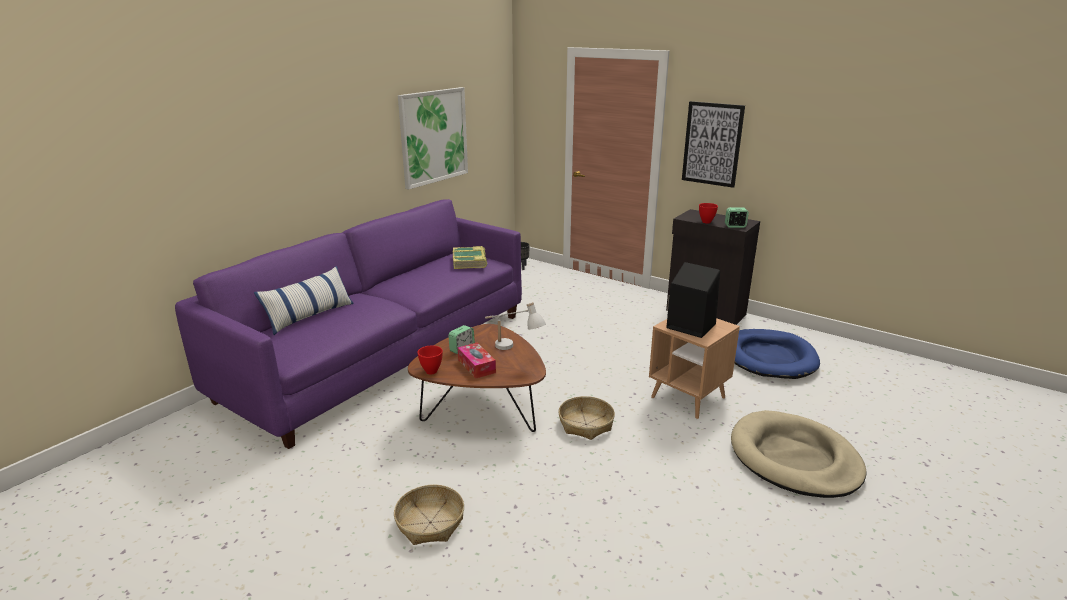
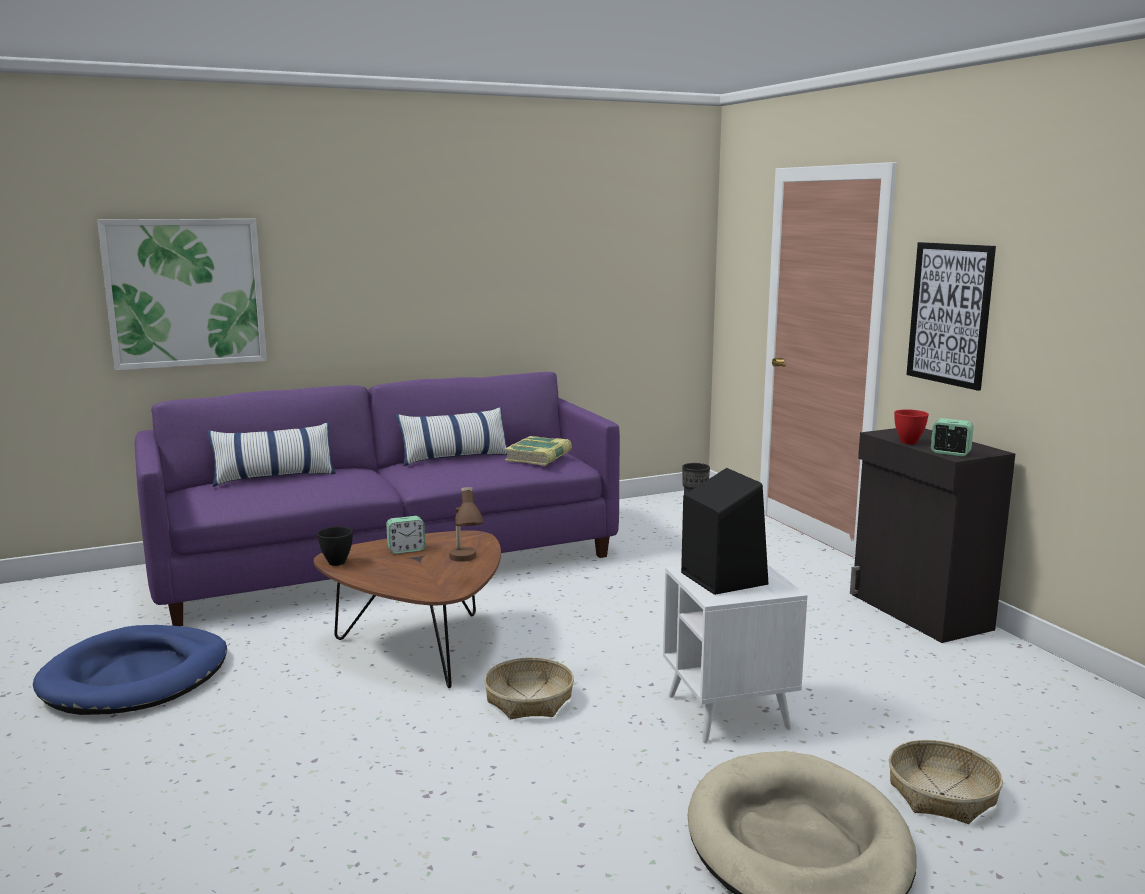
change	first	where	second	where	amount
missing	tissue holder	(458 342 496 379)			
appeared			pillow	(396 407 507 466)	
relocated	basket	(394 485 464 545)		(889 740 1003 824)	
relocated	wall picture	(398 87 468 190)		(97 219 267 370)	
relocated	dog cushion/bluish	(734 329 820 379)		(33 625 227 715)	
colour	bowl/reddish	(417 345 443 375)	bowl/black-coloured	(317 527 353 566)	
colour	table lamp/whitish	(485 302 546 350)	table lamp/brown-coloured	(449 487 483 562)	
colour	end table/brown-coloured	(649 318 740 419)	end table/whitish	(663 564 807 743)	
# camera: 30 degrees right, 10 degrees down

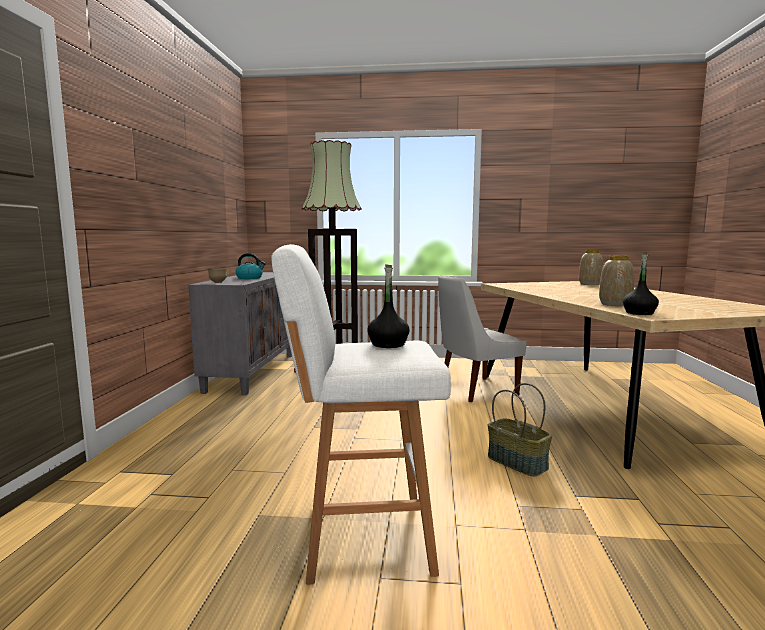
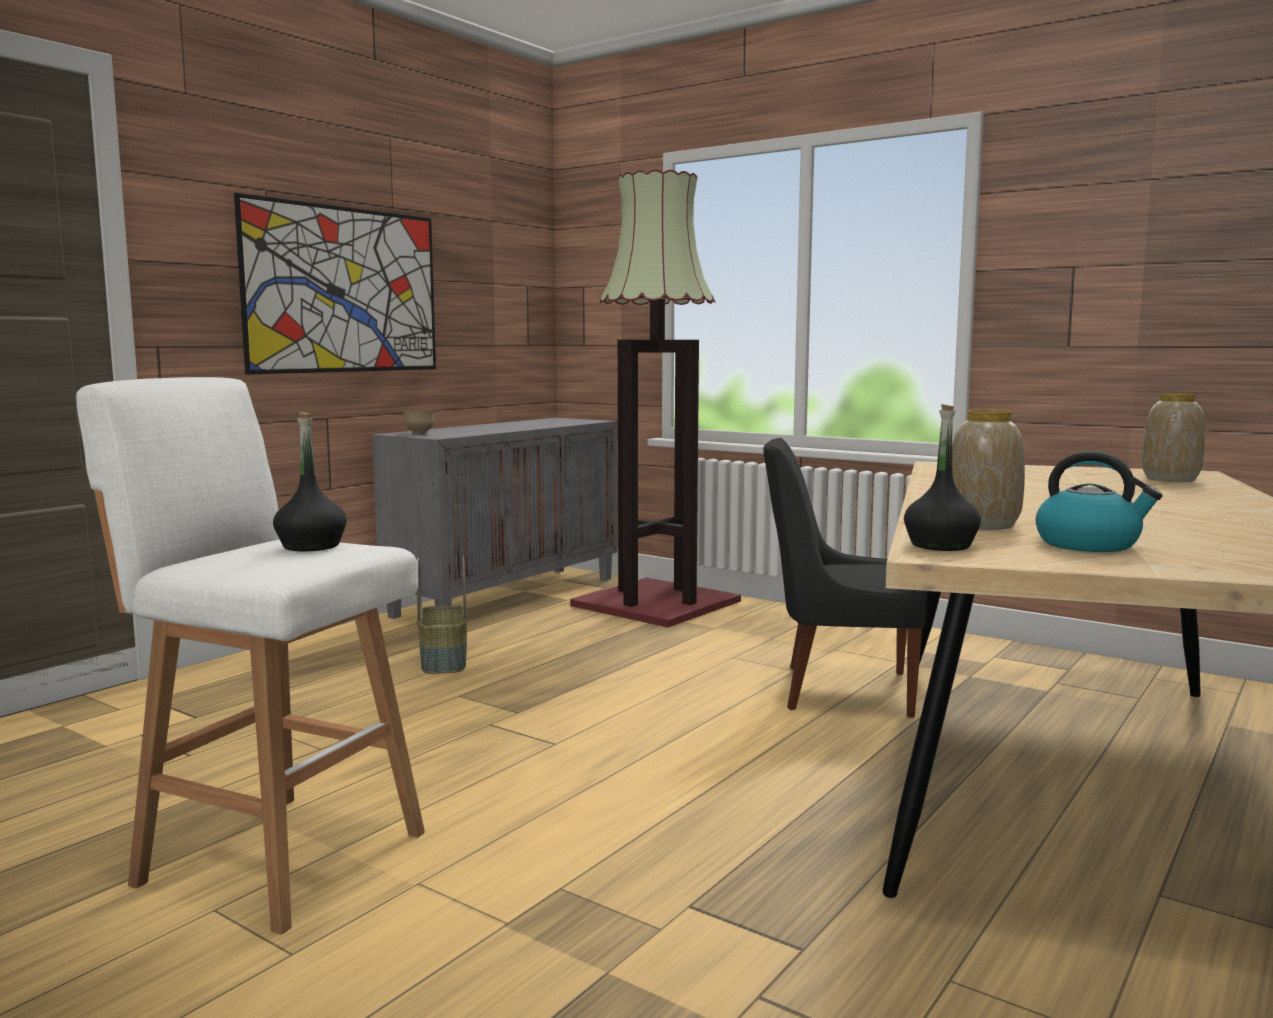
change	first	where	second	where	amount
appeared			wall picture	(234 193 436 375)	
relocated	kettle	(236 253 266 279)		(1036 451 1162 552)	
relocated	basket	(488 383 552 476)		(417 556 468 674)	
colour	plain chair/whitish	(438 275 527 402)	plain chair/black-coloured	(763 438 928 718)	
# camera: 30 degrees right, 0 degrees up

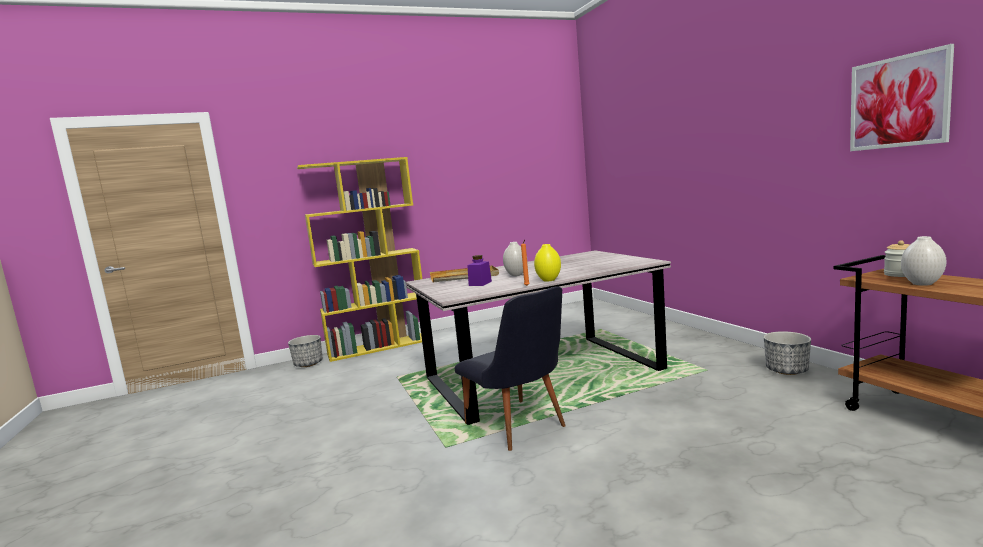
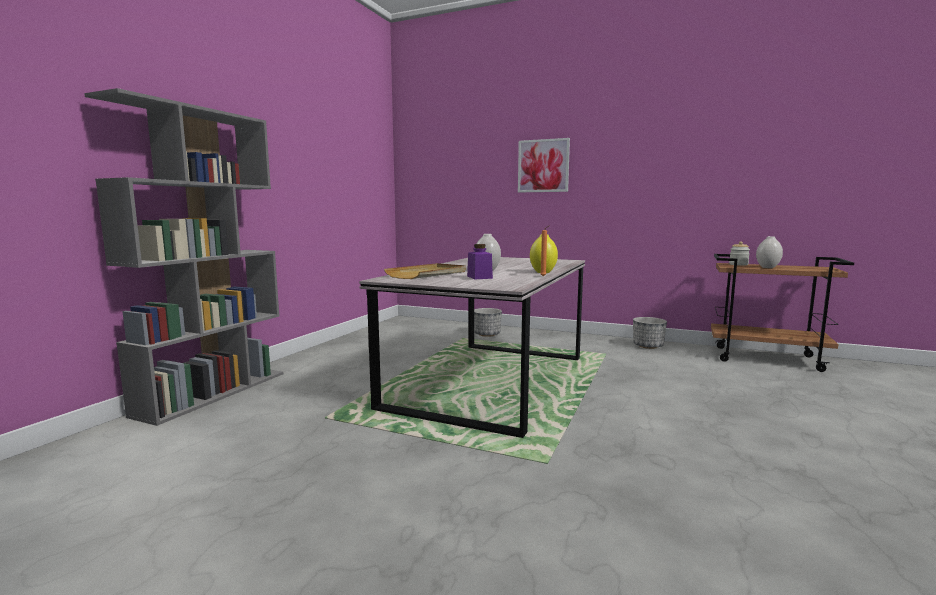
change	first	where	second	where	amount
missing	plain chair/black-coloured	(455 287 566 451)			
relocated	flower pot	(288 335 322 367)		(474 308 502 337)	
relocated	wall picture	(850 44 954 151)		(518 138 570 192)	
colour	bookcase/yellowish	(297 157 422 362)	bookcase/greyish	(84 88 283 426)	
# camera: 45 degrees left, 0 degrees up

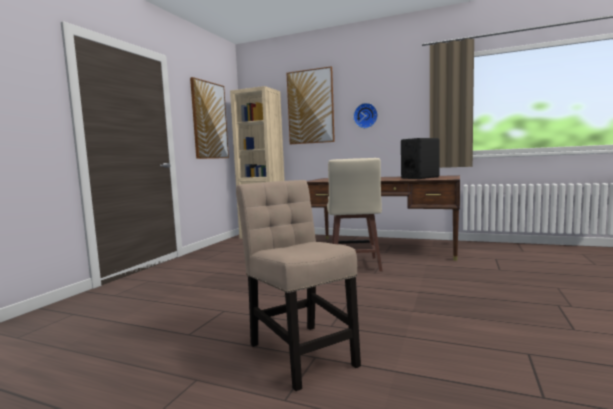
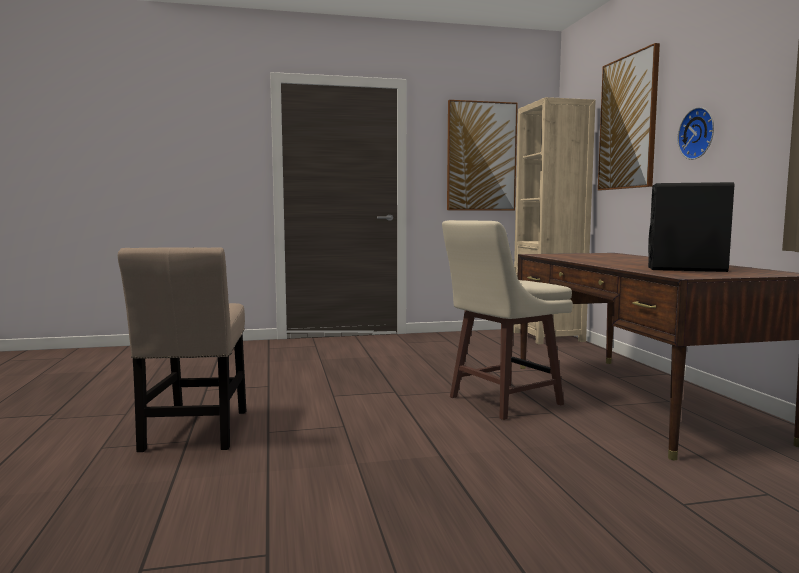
change	first	where	second	where	amount
spun	plain chair/beige-coloured	(236 180 361 391)		(118 247 246 452)	150 degrees clockwise
# camera: 55 degrees right, 0 degrees up

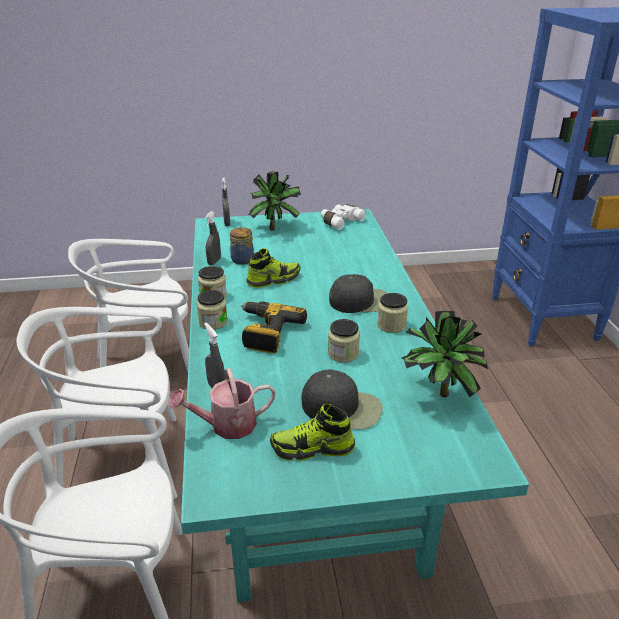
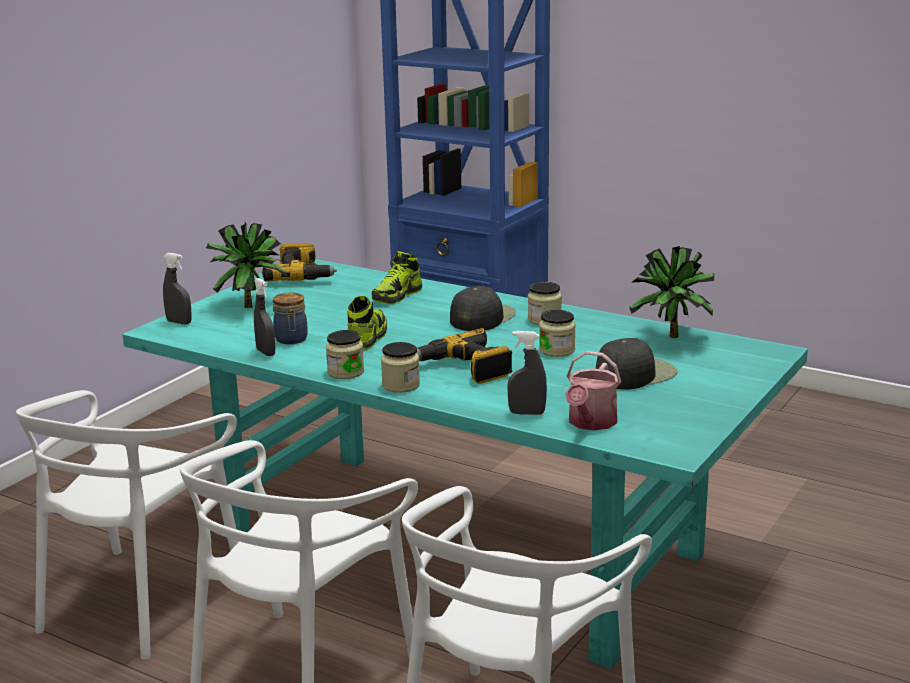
change	first	where	second	where	amount
relocated	item of footwear	(270 404 355 461)		(372 251 422 304)	
exchanged	field glasses/whitish	(321 204 366 230)	electric drill	(262 243 337 281)	
# camera: 50 degrees left, 10 degrees down

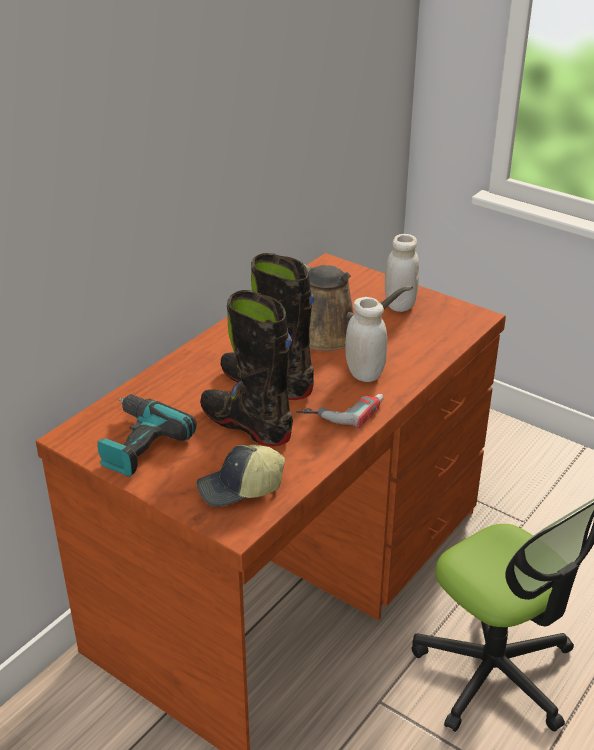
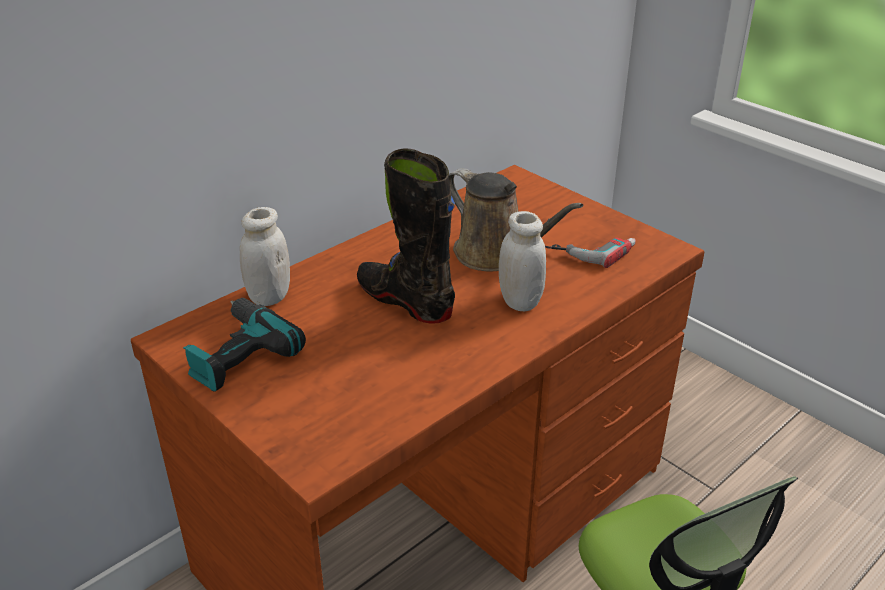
change	first	where	second	where	amount
missing	peaked cap	(197 444 285 507)			
missing	high-top boot/black-coloured	(200 290 293 447)			
relocated	electric drill	(296 394 383 428)		(545 238 636 268)	
relocated	jar/whitish	(385 234 419 312)		(240 207 290 306)	
# camera: 10 degrees right, 0 degrees up

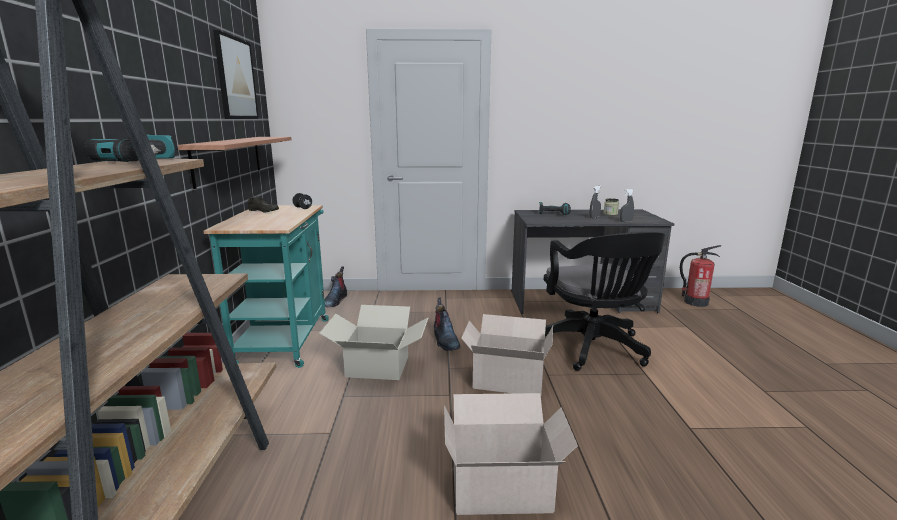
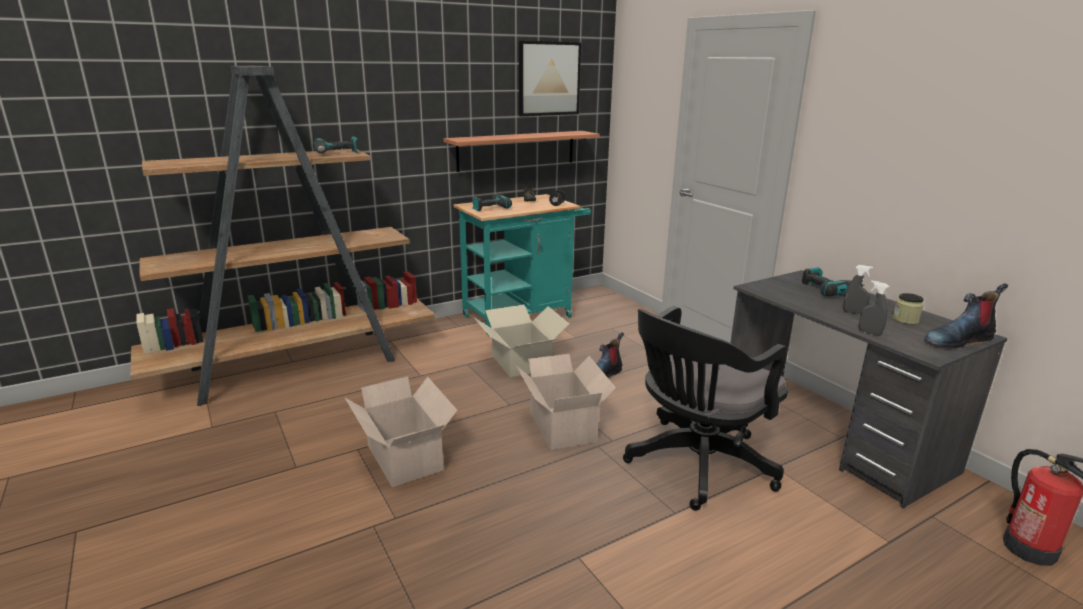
change	first	where	second	where	amount
appeared			electric drill	(472 194 512 211)	
relocated	high-top boot	(324 266 347 307)		(924 283 1008 348)	
# camera: 60 degrees right, 5 degrees up

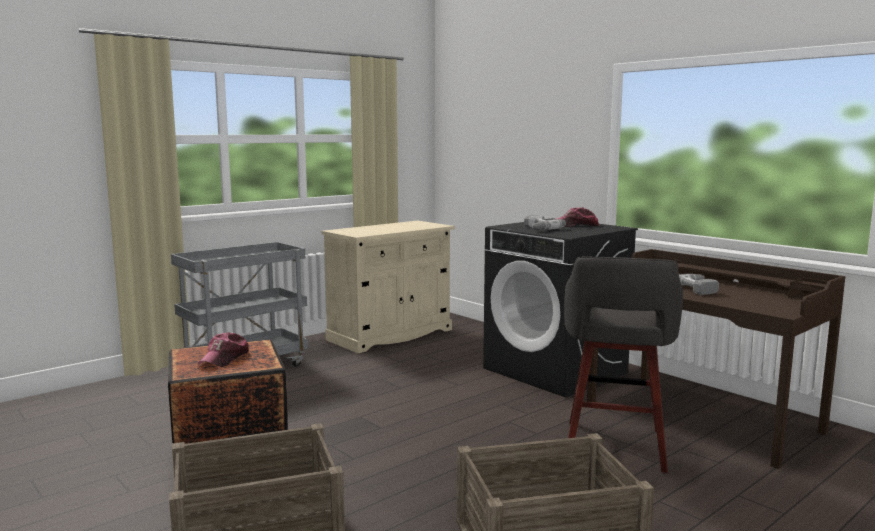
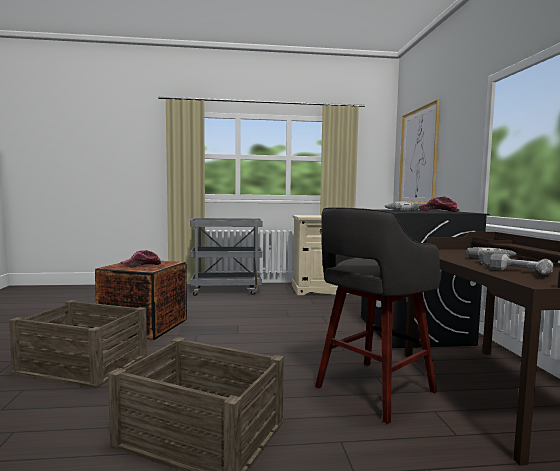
change	first	where	second	where	amount
appeared			wall picture	(399 99 440 205)	
appeared			electric drill	(490 253 553 275)	
# camera: 35 degrees right, 5 degrees down

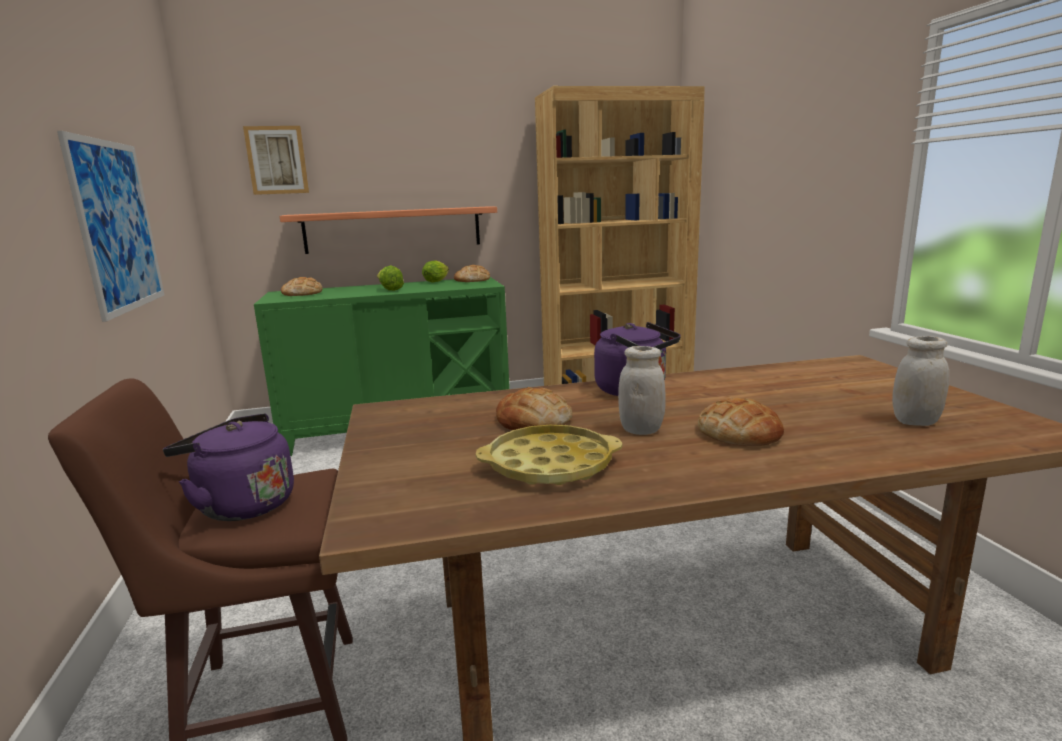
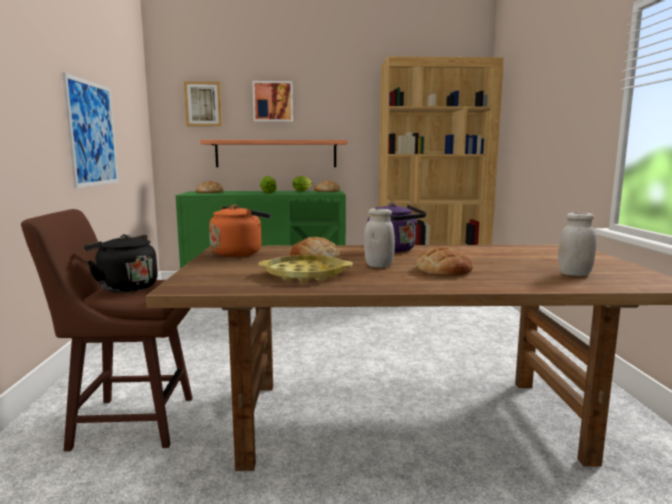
change	first	where	second	where	amount
appeared			kettle/orange	(209 205 271 257)	
appeared			wall picture	(252 81 293 122)	
colour	kettle/purplish	(163 414 294 521)	kettle/black-coloured	(84 234 158 293)	
# camera: 10 degrees right, 5 degrees down

